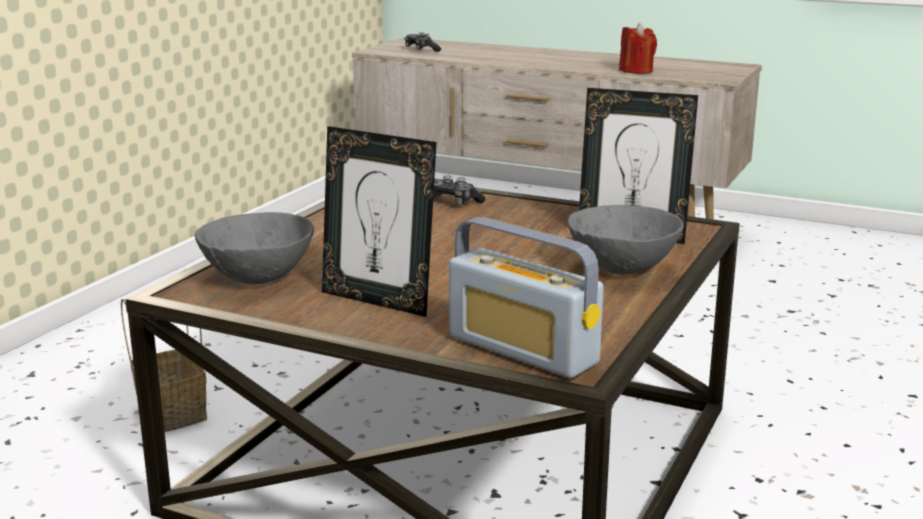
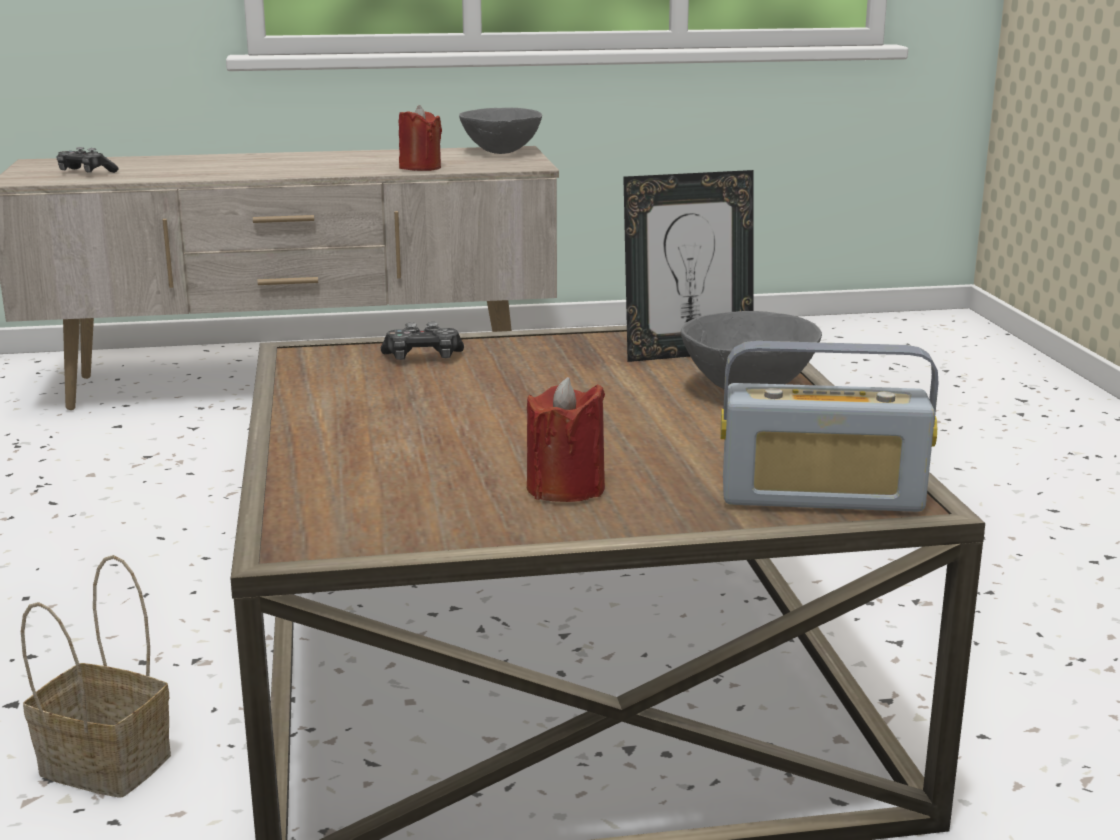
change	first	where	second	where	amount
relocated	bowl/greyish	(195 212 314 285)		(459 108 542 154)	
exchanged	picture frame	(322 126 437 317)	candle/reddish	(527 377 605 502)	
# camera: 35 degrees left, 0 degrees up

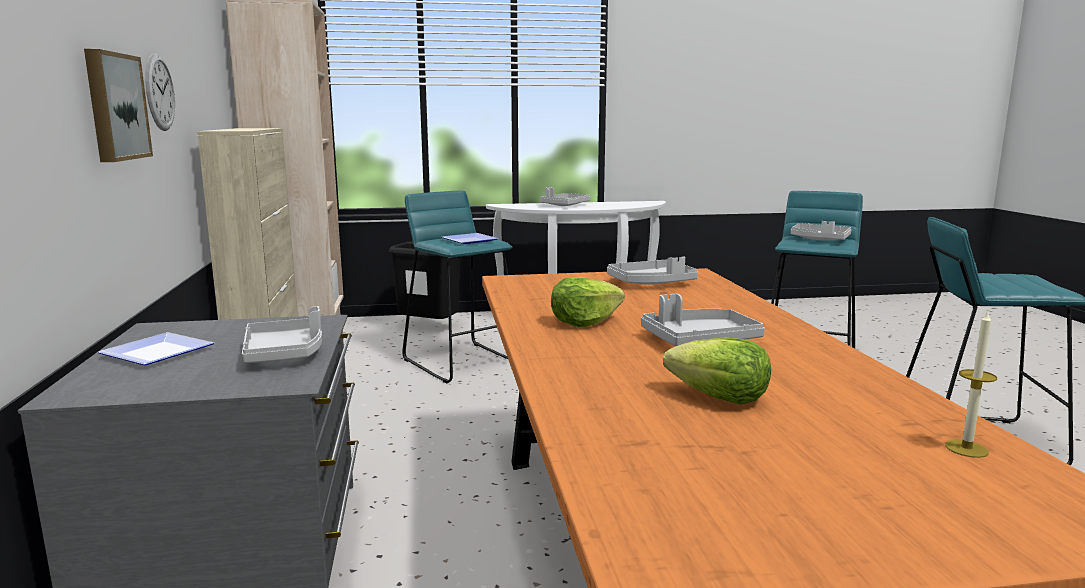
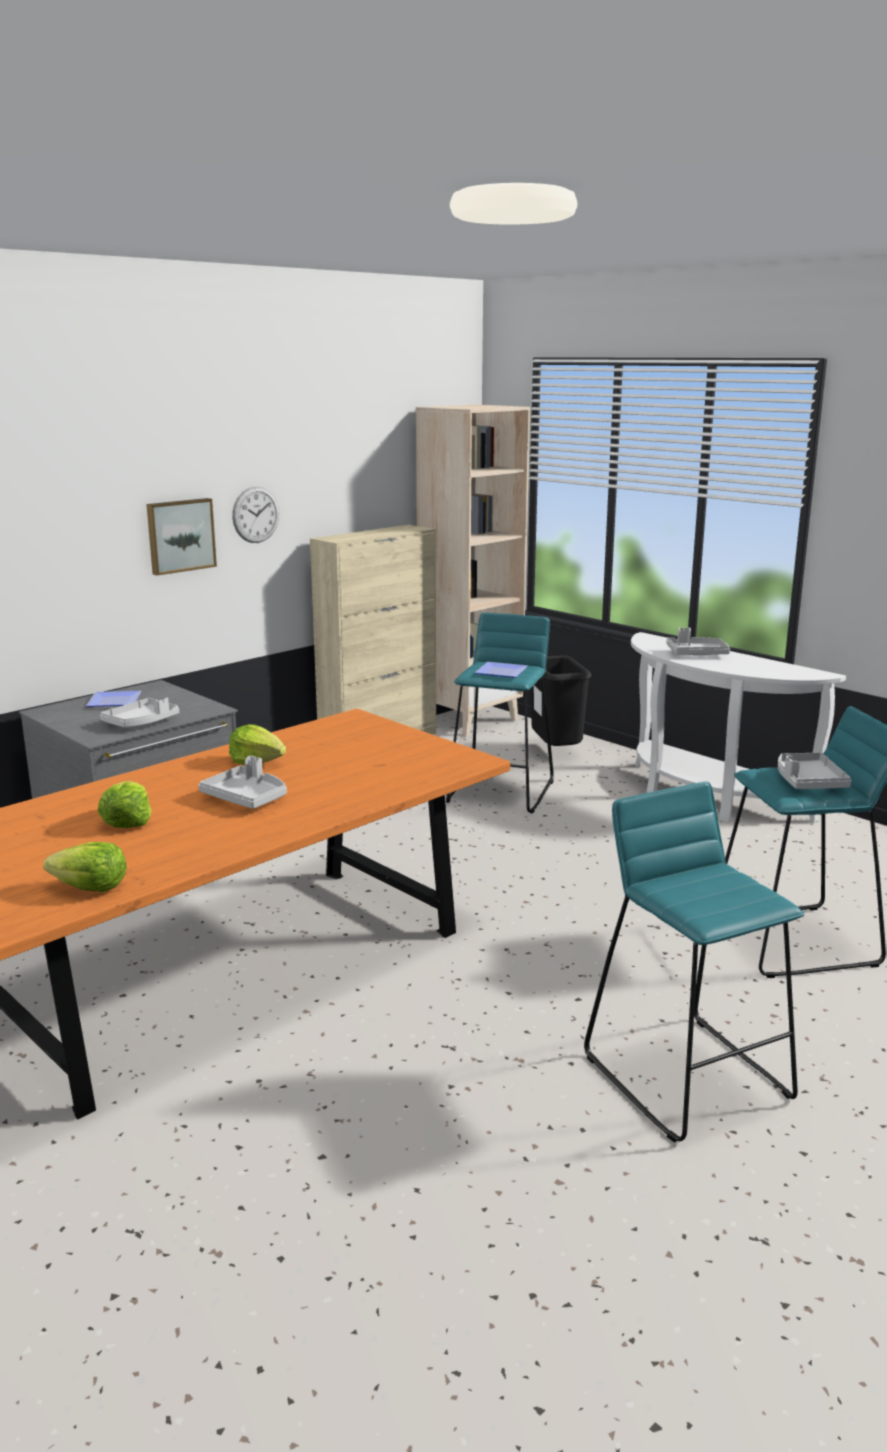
change	first	where	second	where	amount
missing	tray/greyish	(607 256 698 285)			
exchanged	candle	(945 311 997 458)	head of lettuce	(43 842 127 892)	
# camera: 55 degrees right, 5 degrees up

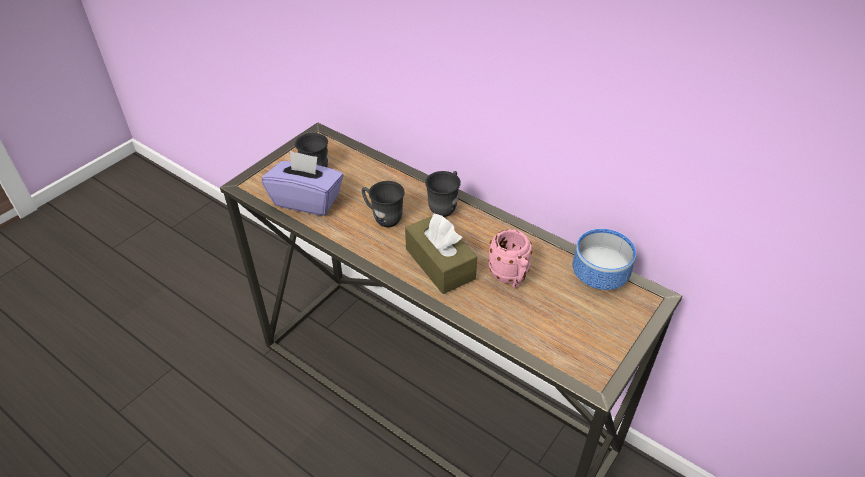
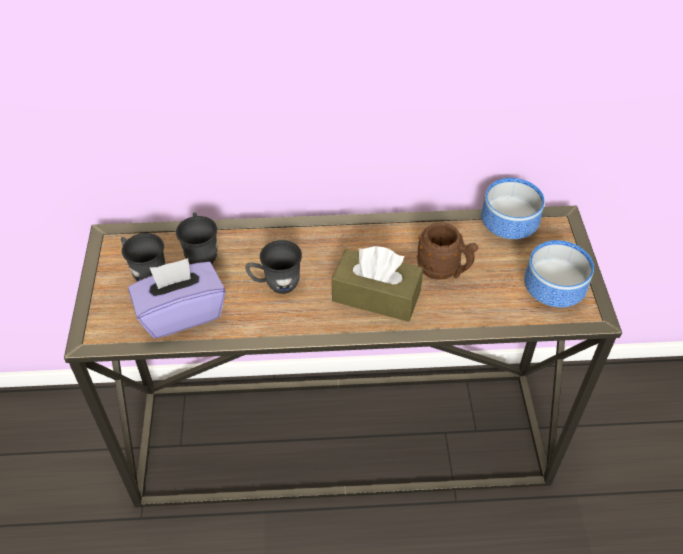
change	first	where	second	where	amount
appeared			bowl	(524 240 594 307)	
relocated	coffee mug/greyish	(425 171 461 217)		(176 212 217 264)	
colour	coffee mug/pinkish	(489 229 532 288)	coffee mug/brown-coloured	(417 222 478 280)	
# camera: 40 degrees left, 5 degrees up

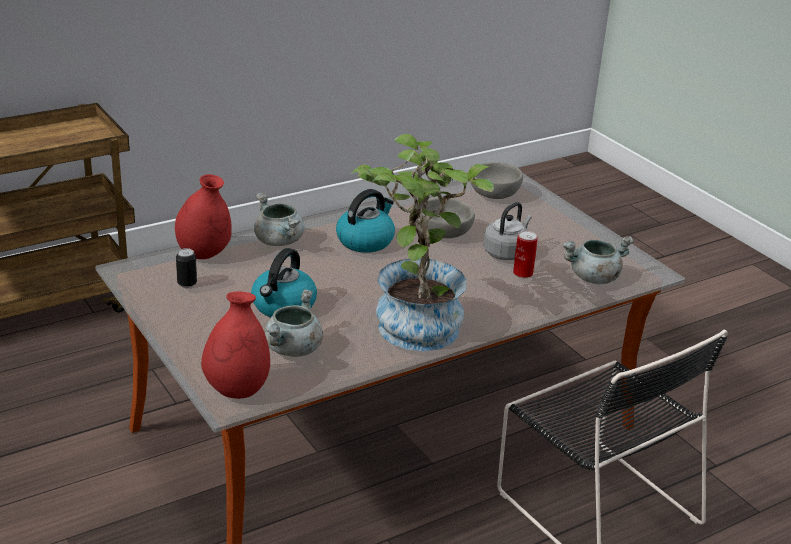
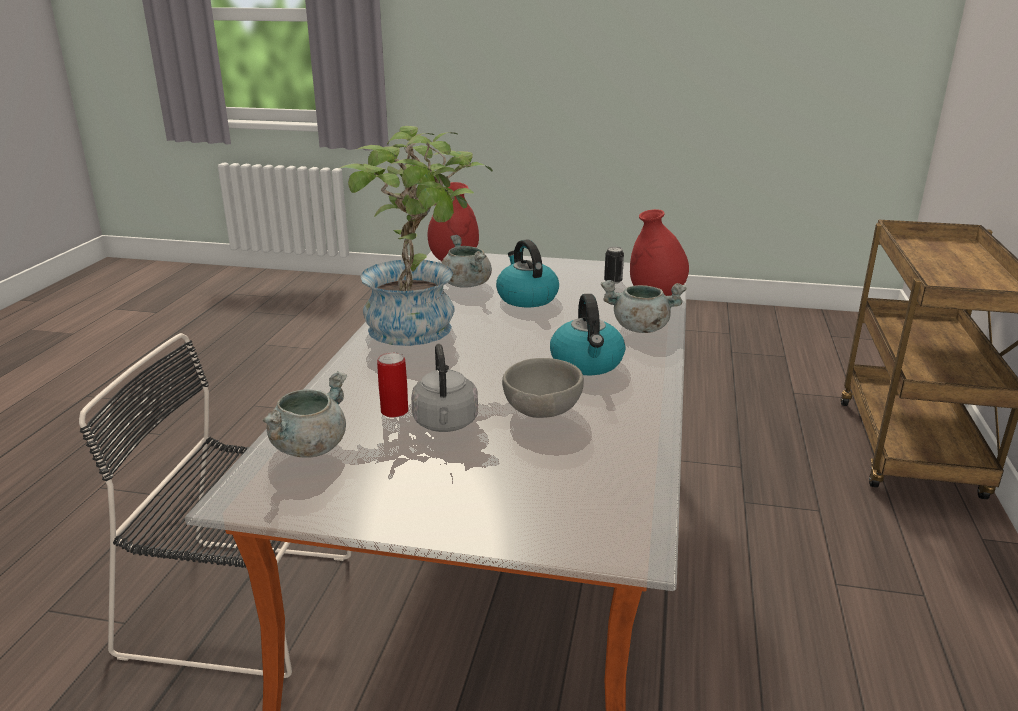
change	first	where	second	where	amount
missing	bowl/greyish	(471 162 523 199)			
# camera: 135 degrees right, 5 degrees down

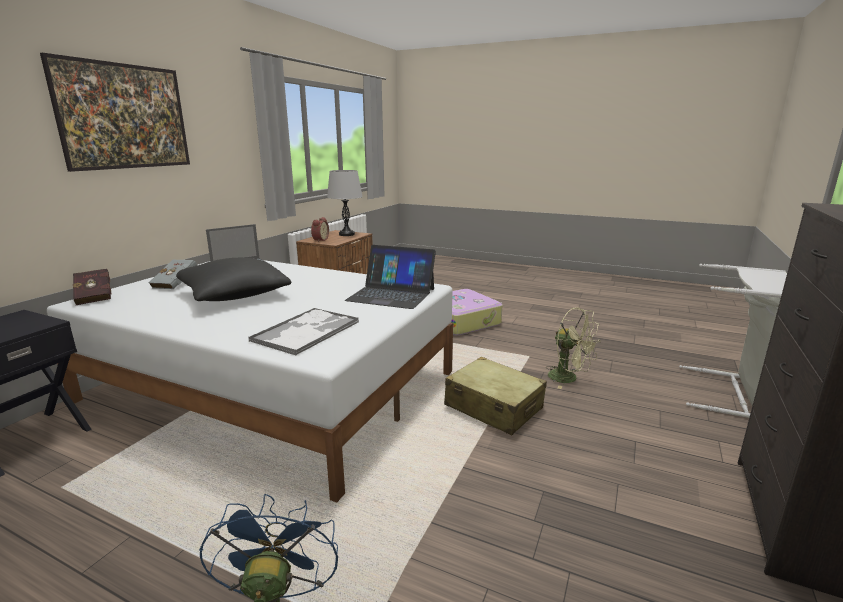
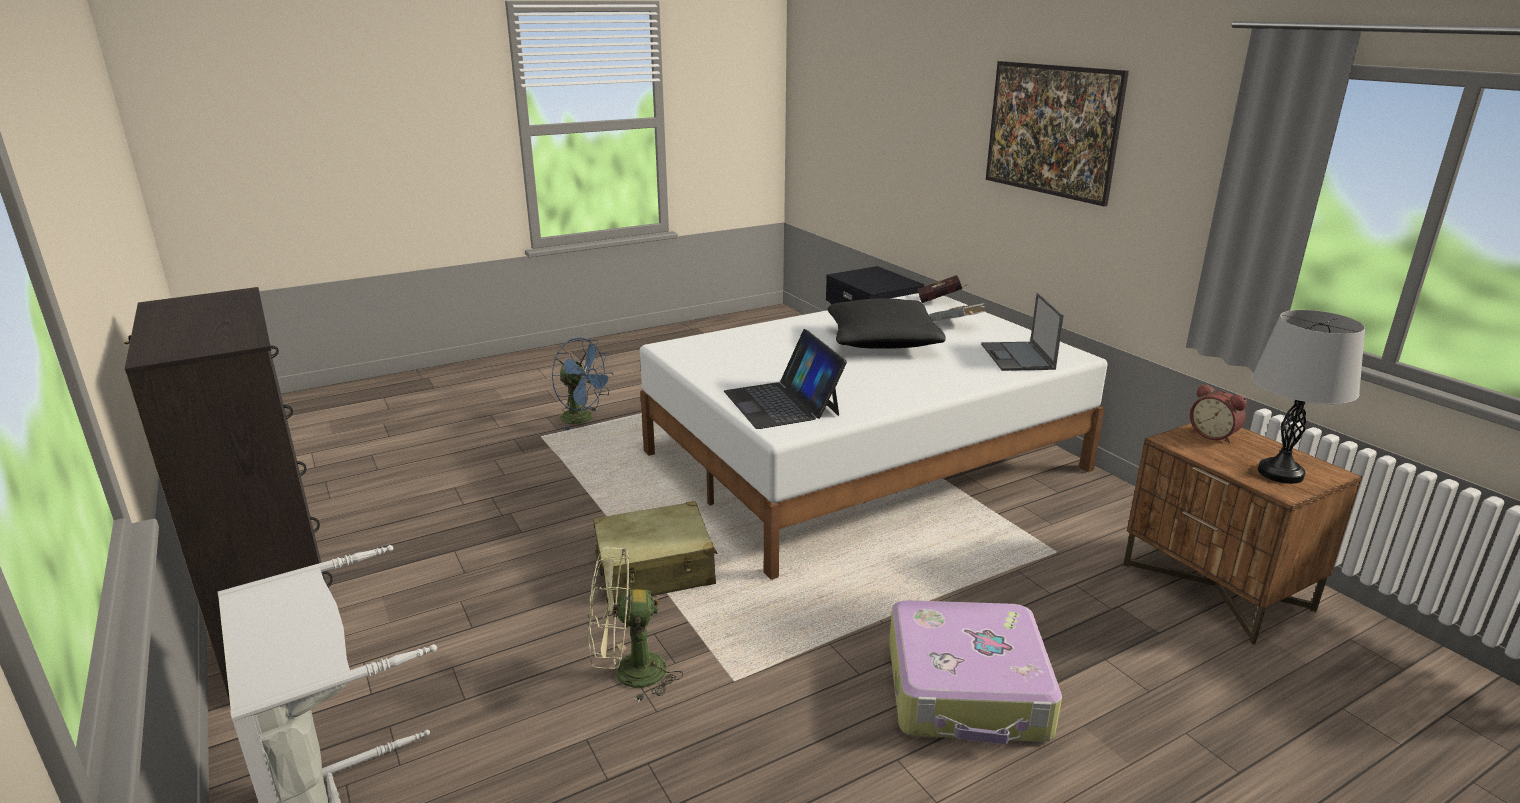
change	first	where	second	where	amount
missing	tray	(248 308 359 356)			
spun	portable computer	(345 245 436 309)		(724 329 847 429)	75 degrees counterclockwise
# camera: 125 degrees right, 5 degrees up

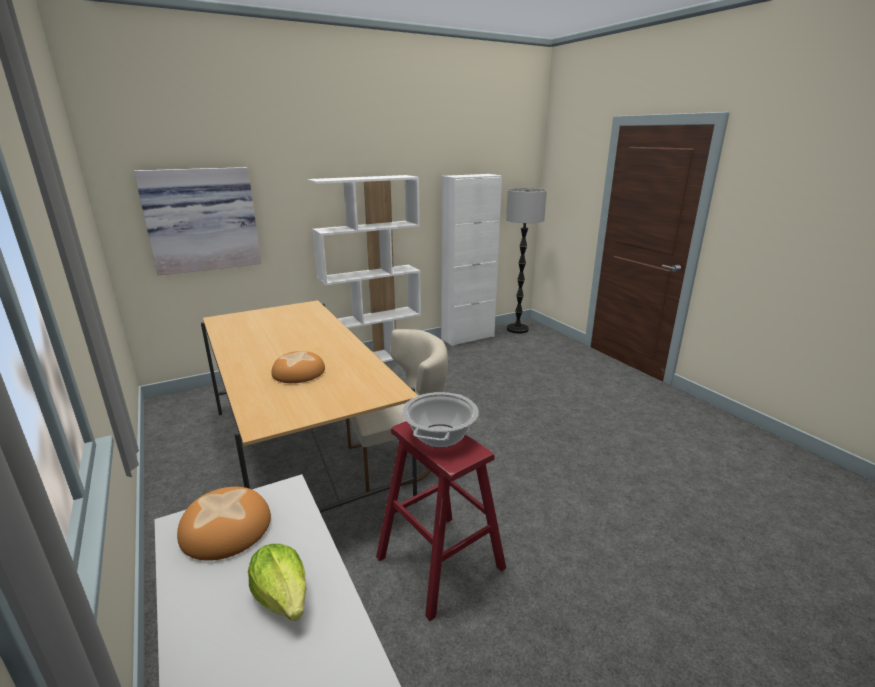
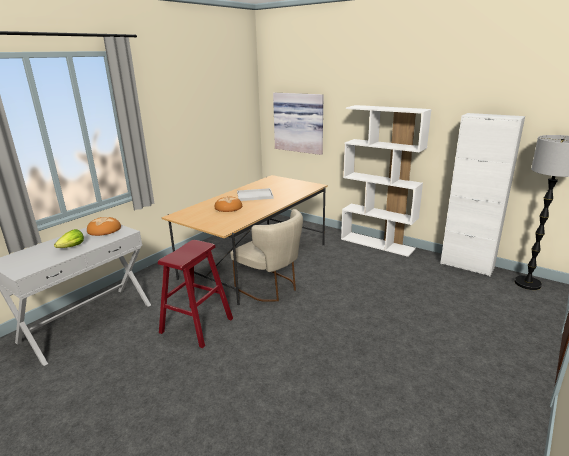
change	first	where	second	where	amount
missing	cooking pot	(402 392 479 448)			
appeared			tray/whitish	(237 188 274 201)	
# camera: 65 degrees right, 0 degrees up

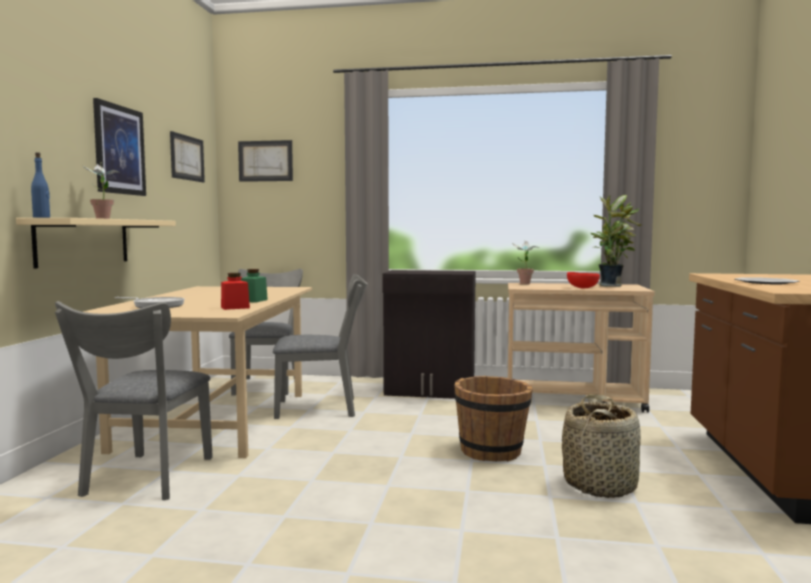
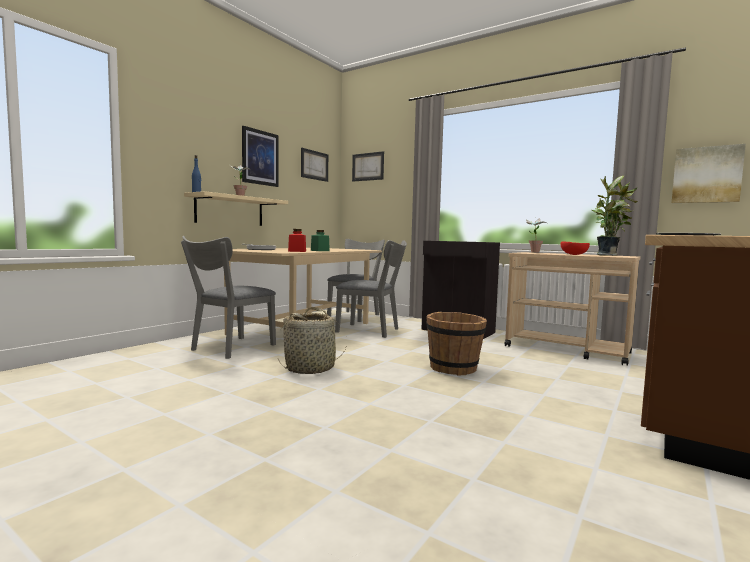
change	first	where	second	where	amount
appeared			wall picture	(672 144 746 203)	
relocated	basket	(562 394 641 498)		(278 307 347 374)	
# camera: 25 degrees right, 0 degrees up

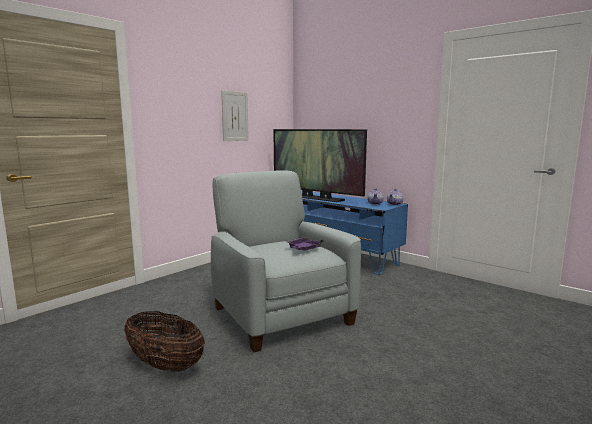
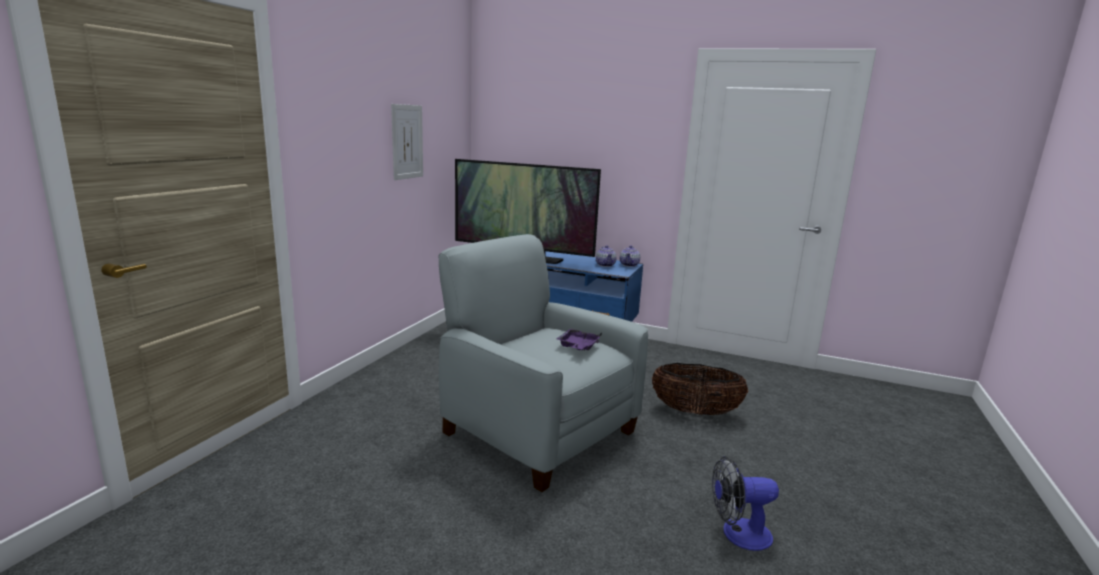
change	first	where	second	where	amount
appeared			fan	(712 456 779 551)	
relocated	basket	(124 311 205 372)		(652 363 748 415)	
# camera: 20 degrees left, 5 degrees up

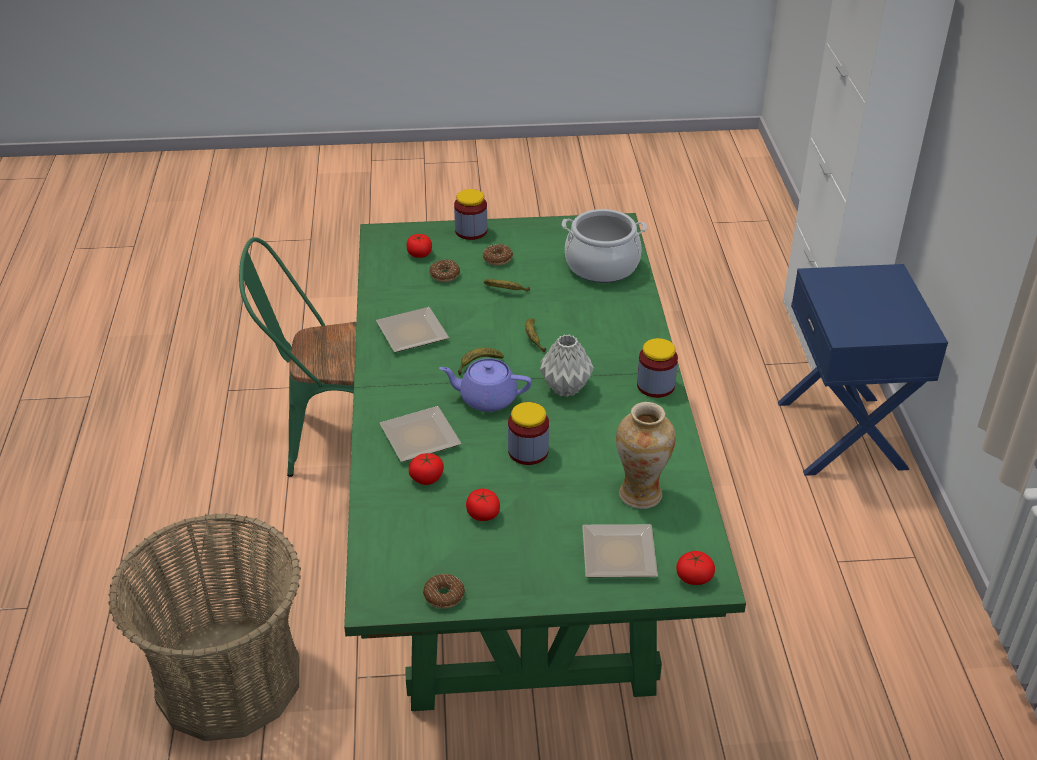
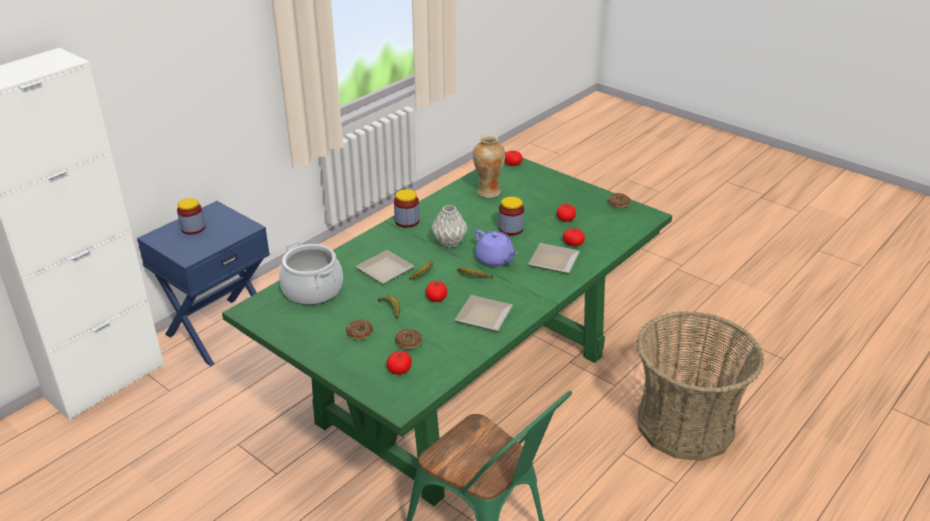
change	first	where	second	where	amount
appeared			tomato	(426 281 447 302)	
relocated	jar	(454 189 487 240)		(177 198 205 235)	
relocated	dinner plate	(582 524 658 577)		(355 250 415 284)	
# camera: 135 degrees left, 5 degrees down

